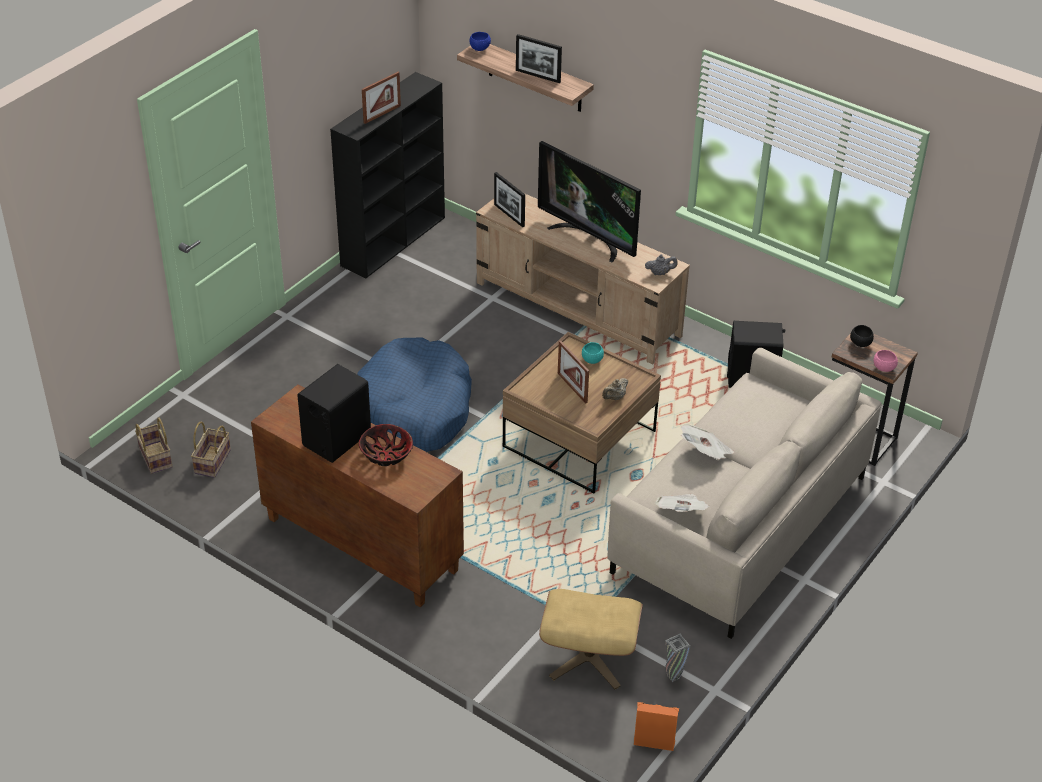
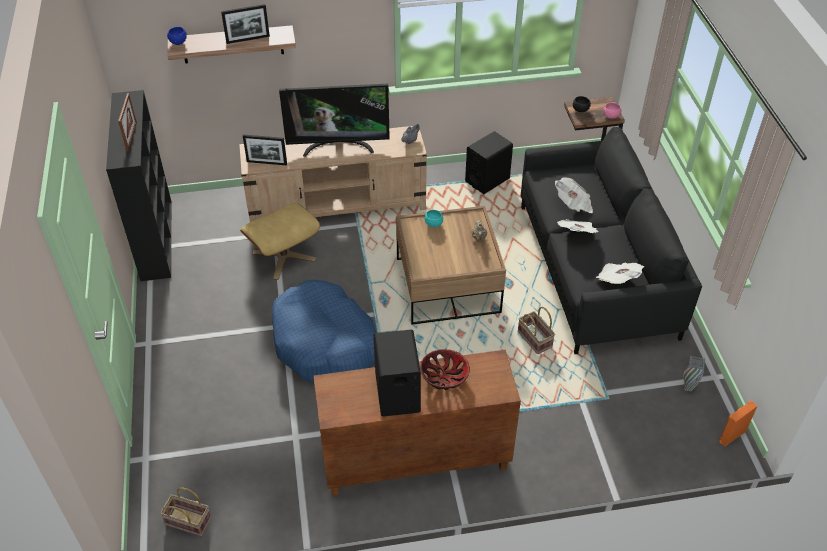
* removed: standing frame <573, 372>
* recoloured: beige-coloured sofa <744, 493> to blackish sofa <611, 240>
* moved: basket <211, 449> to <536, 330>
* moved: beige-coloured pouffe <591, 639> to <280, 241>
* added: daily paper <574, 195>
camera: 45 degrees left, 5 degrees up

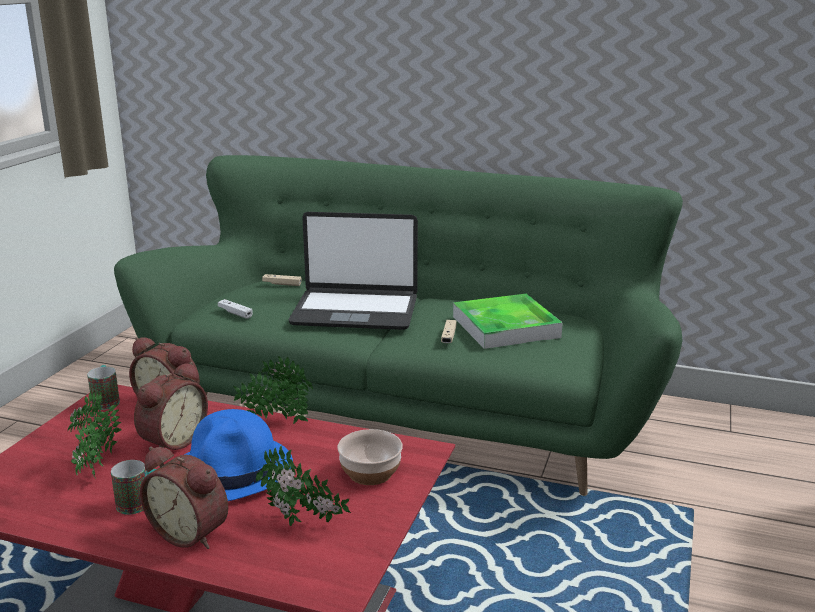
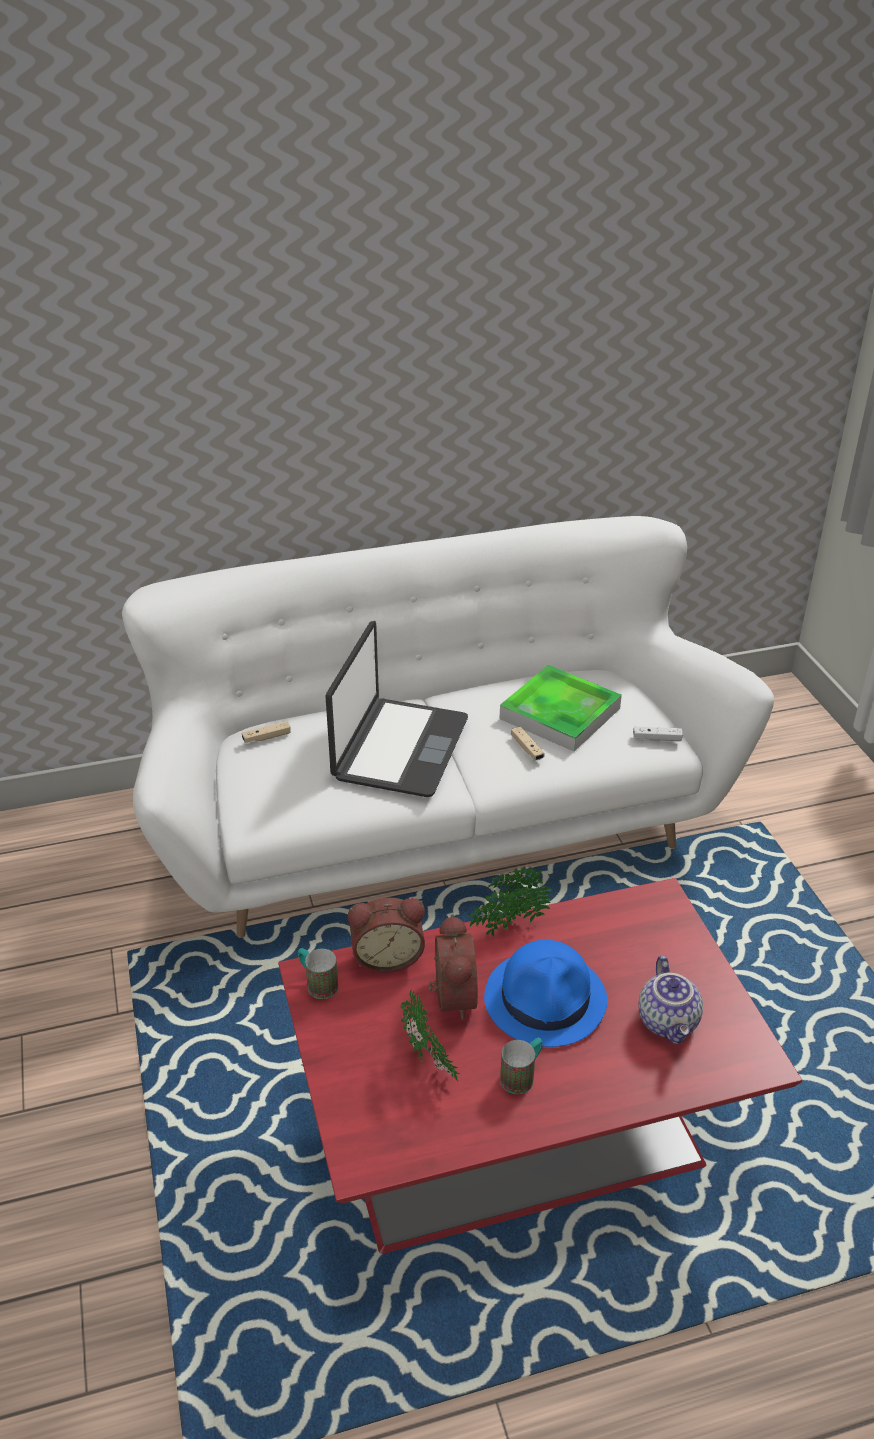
* recoloured: green sofa <398, 325> to white-coloured sofa <448, 727>
* turned: laptop <353, 271> = <396, 709> 45 degrees counterclockwise
* moved: white-coloured game controller <235, 309> to <658, 734>
* removed: deep dish <370, 457>
* replaced: houseplant <303, 485> to tea pot <670, 1000>
* removed: bedside clock <184, 498>
camera: 35 degrees left, 15 degrees up

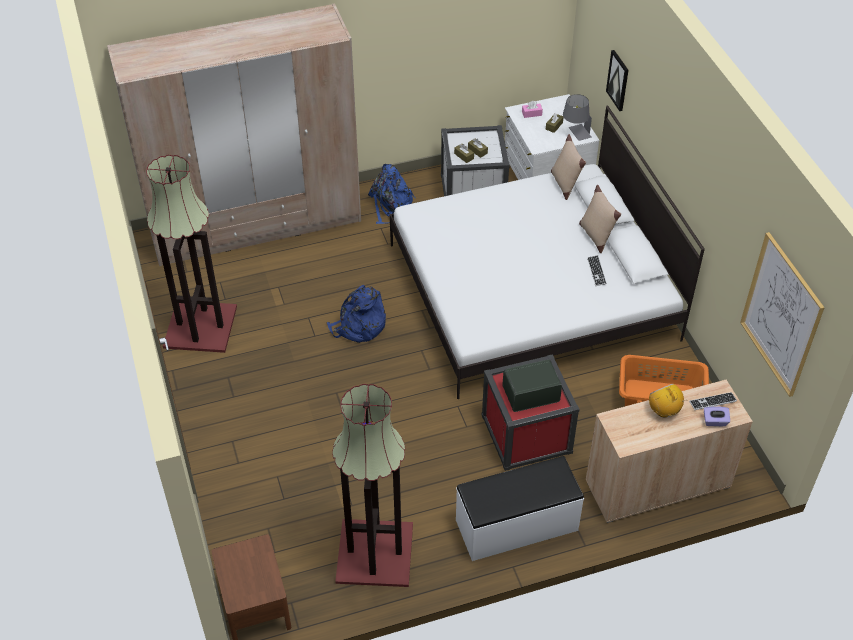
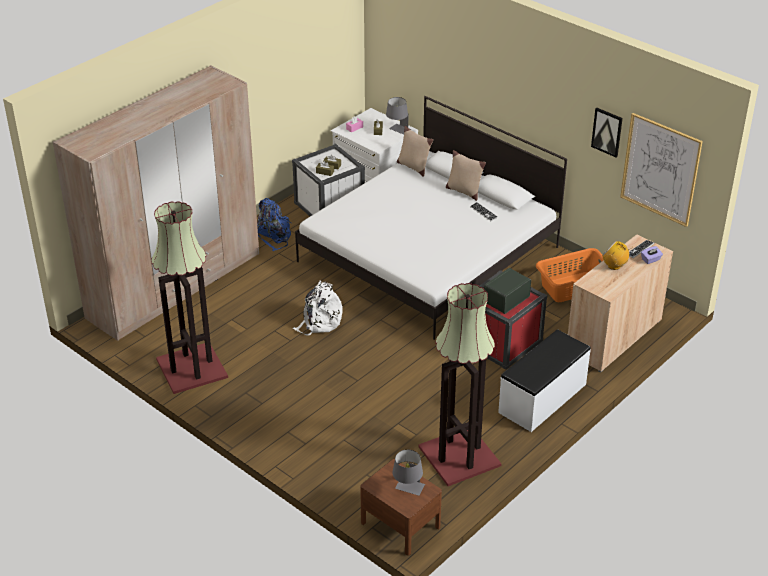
* moved: wall art <617, 80> to <607, 132>
* recoloured: bluish rucksack <356, 314> to white-coloured rucksack <318, 308>
* added: greyish table lamp <408, 473>
camera: 30 degrees left, 10 degrees down

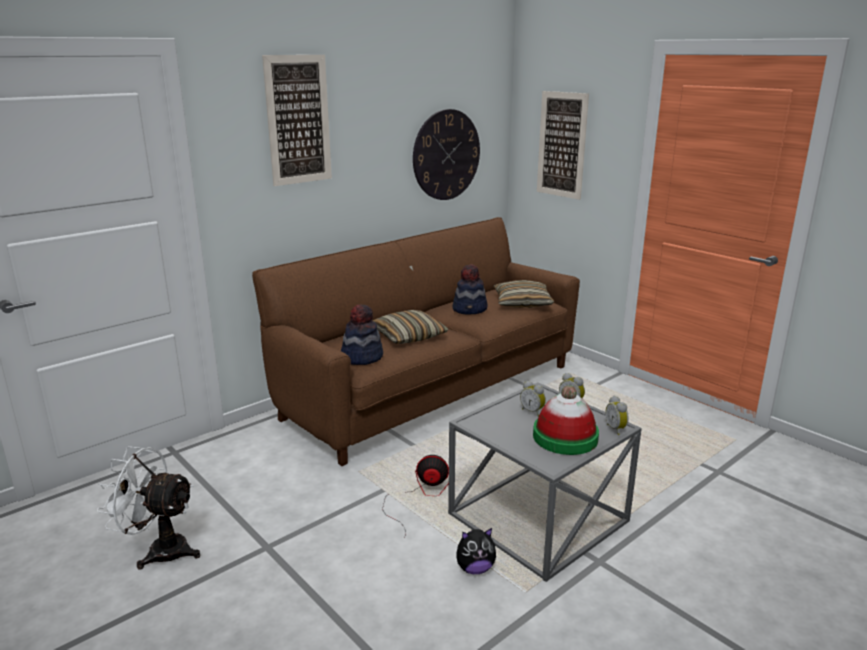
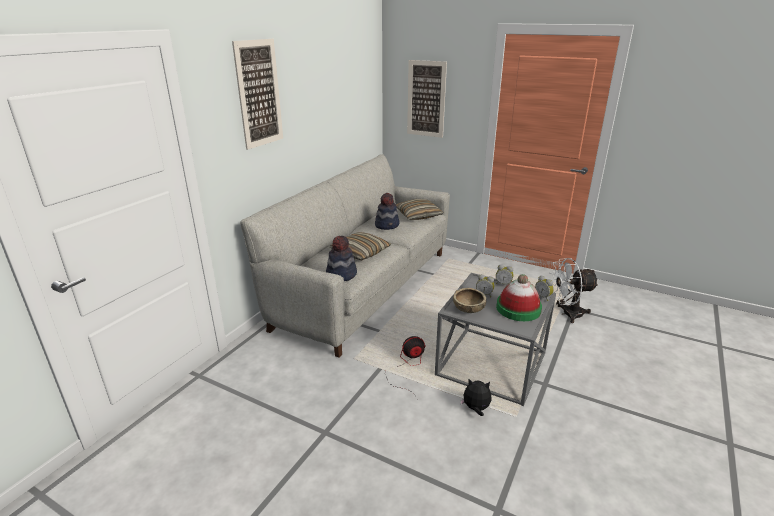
* removed: wall clock <446, 154>
* recoloured: brown-coloured sofa <416, 341> to greyish sofa <345, 255>
* moved: white-coloured cooling fan <148, 507> to <574, 290>
* turned: plush toy <476, 551> = <476, 397> 135 degrees counterclockwise
* added: brown-coloured deep dish <469, 300>
camera: 20 degrees left, 5 degrees up

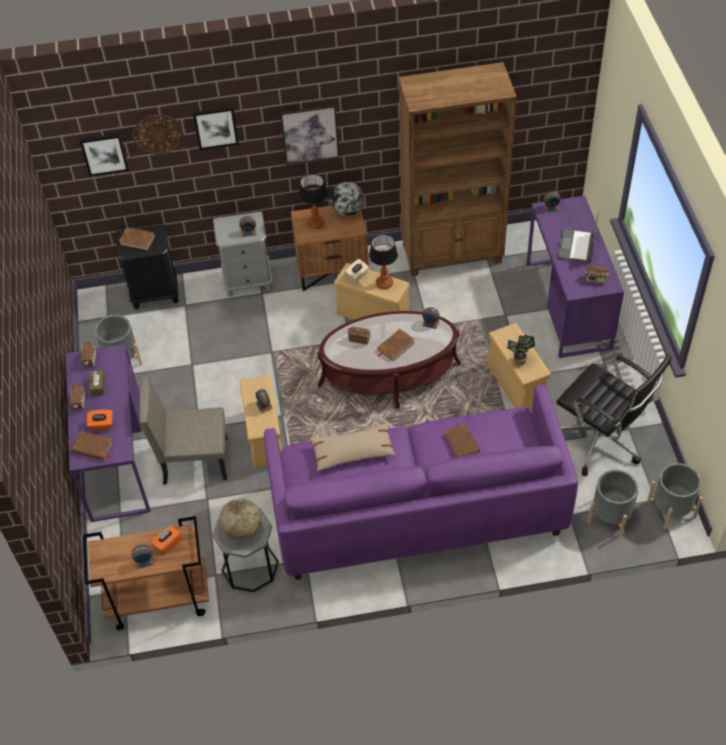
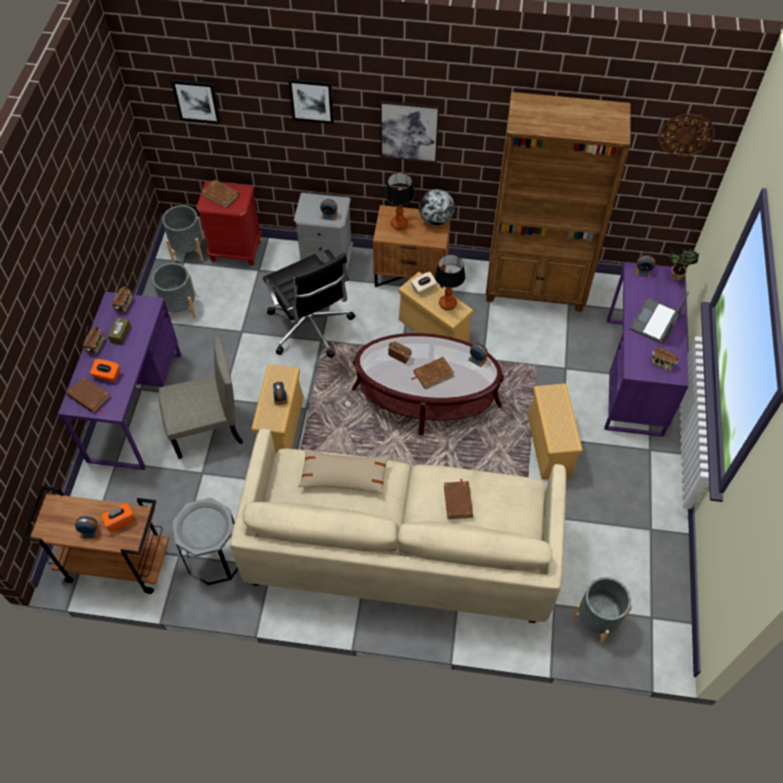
* moved: wall clock <158, 134> to <686, 135>
* recoloured: blackish nightstand <147, 266> to red nightstand <229, 223>
* moved: houseplant <520, 350> to <683, 265>
* moved: blackish office chair <613, 415> to <309, 304>
* turned: beige-coloured plain chair <183, 430> = <201, 397> 150 degrees clockwise
* recoloured: purplish sofa <421, 482> to beige-coloured sofa <398, 525>
* moved: greyish planter <674, 496> to <183, 233>
* removed: world globe <240, 519>
camera: 15 degrees right, 5 degrees up

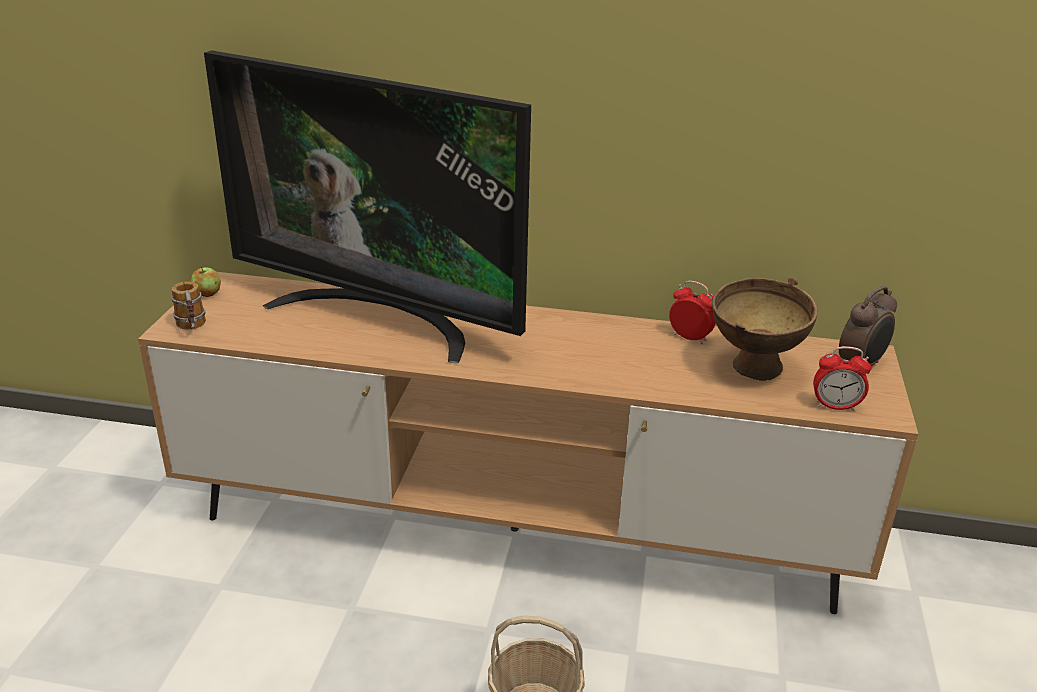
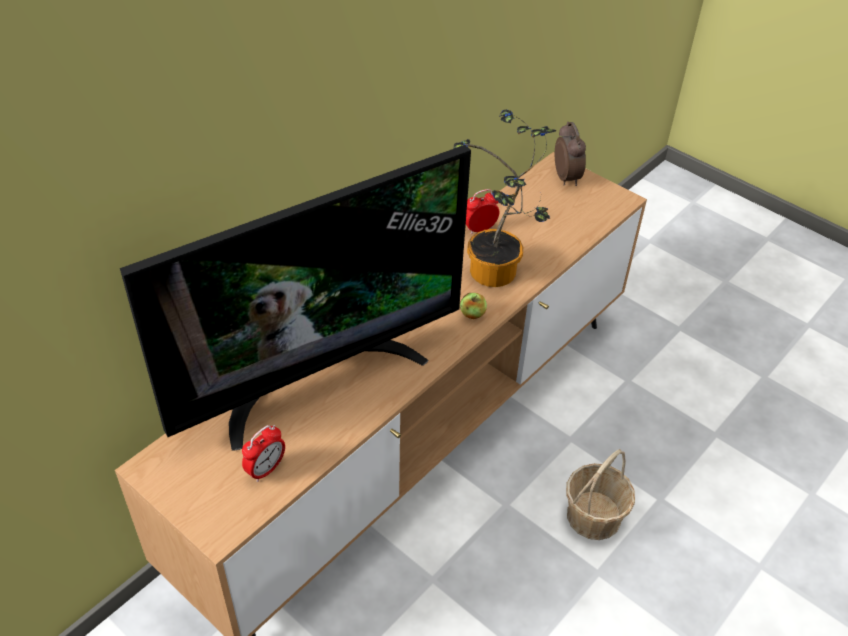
* moved: apple <206, 282> to <473, 306>
* removed: brown-coloured deep dish <765, 329>
* removed: mug <188, 306>
* moved: bedside clock <842, 378> to <263, 453>
* added: houseplant <504, 198>
camera: 60 degrees left, 15 degrees up

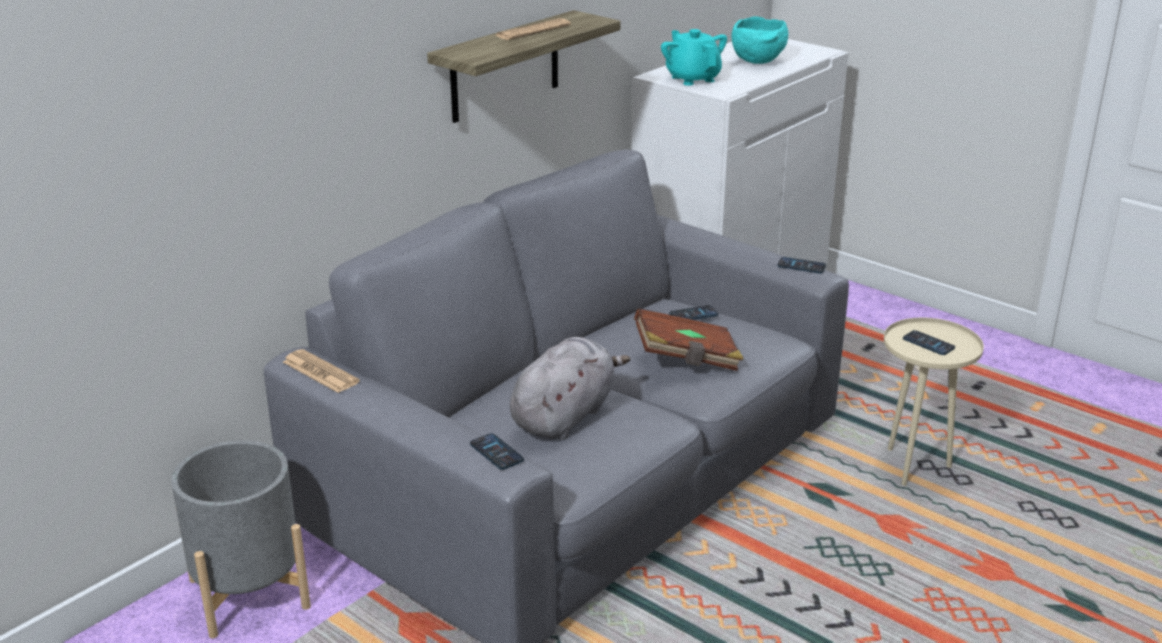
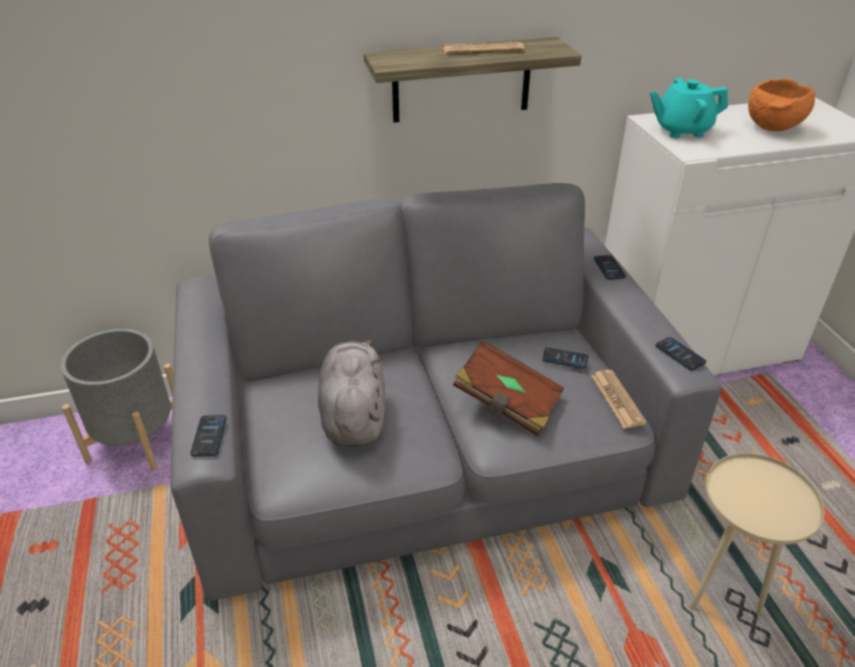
* recoloured: blue-green deep dish <759, 40> to orange-coloured deep dish <781, 105>
* turned: blue-green tea pot <694, 57> = <689, 108> 105 degrees counterclockwise
* moved: handset <929, 342> to <610, 267>
* turned: greyish plush toy <570, 388> = <351, 393> 75 degrees counterclockwise
* moved: daily paper <321, 371> to <619, 399>
camera: 35 degrees right, 10 degrees up

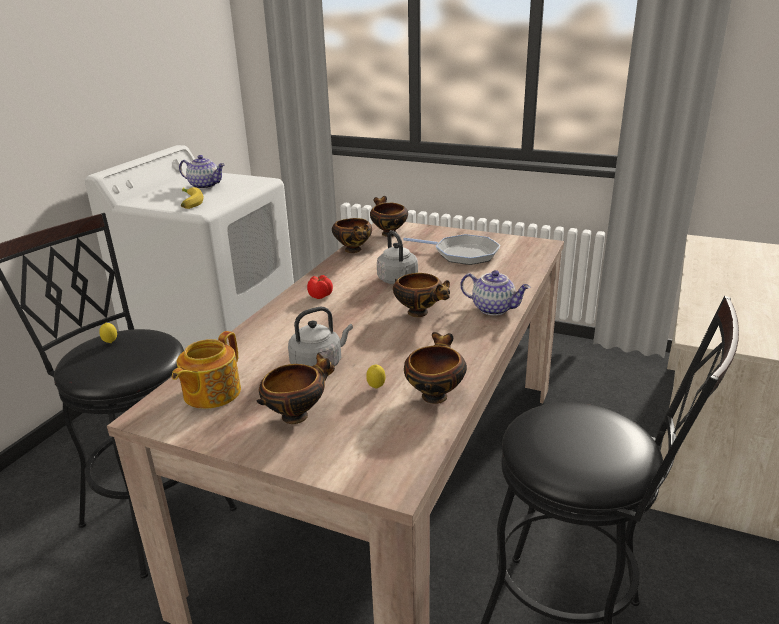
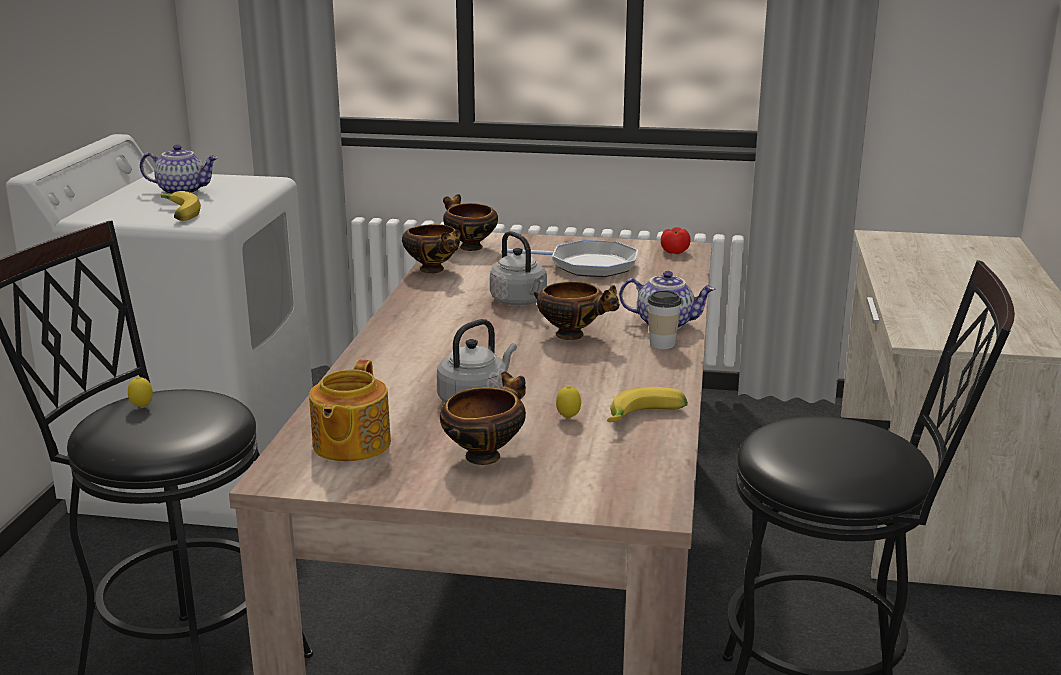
* moved: whole tomato <320, 287> to <676, 240>
* replaced: deep dish <435, 368> to banana <647, 404>
* added: small cup <664, 319>
camera: 15 degrees left, 5 degrees down

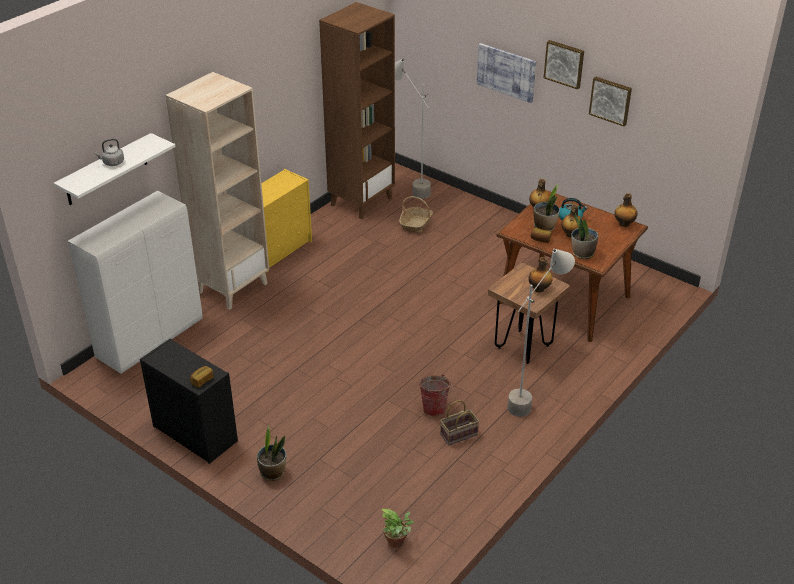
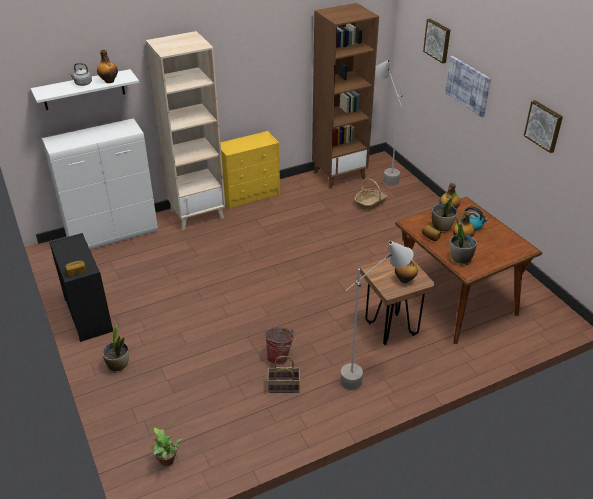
* moved: wall art <564, 65> to <436, 41>
* moved: beverage bottle <625, 210> to <107, 66>
camera: 25 degrees right, 0 degrees up

